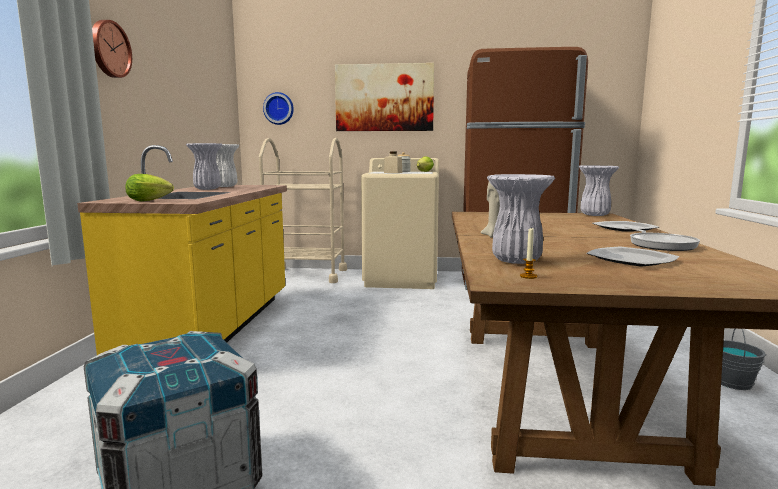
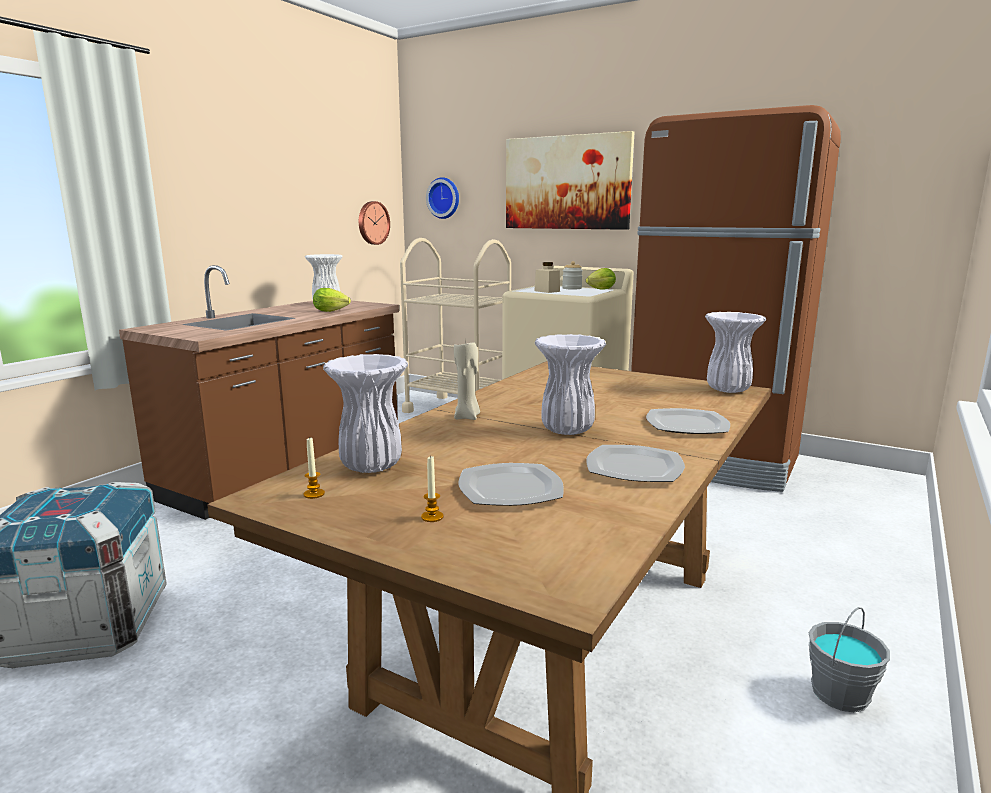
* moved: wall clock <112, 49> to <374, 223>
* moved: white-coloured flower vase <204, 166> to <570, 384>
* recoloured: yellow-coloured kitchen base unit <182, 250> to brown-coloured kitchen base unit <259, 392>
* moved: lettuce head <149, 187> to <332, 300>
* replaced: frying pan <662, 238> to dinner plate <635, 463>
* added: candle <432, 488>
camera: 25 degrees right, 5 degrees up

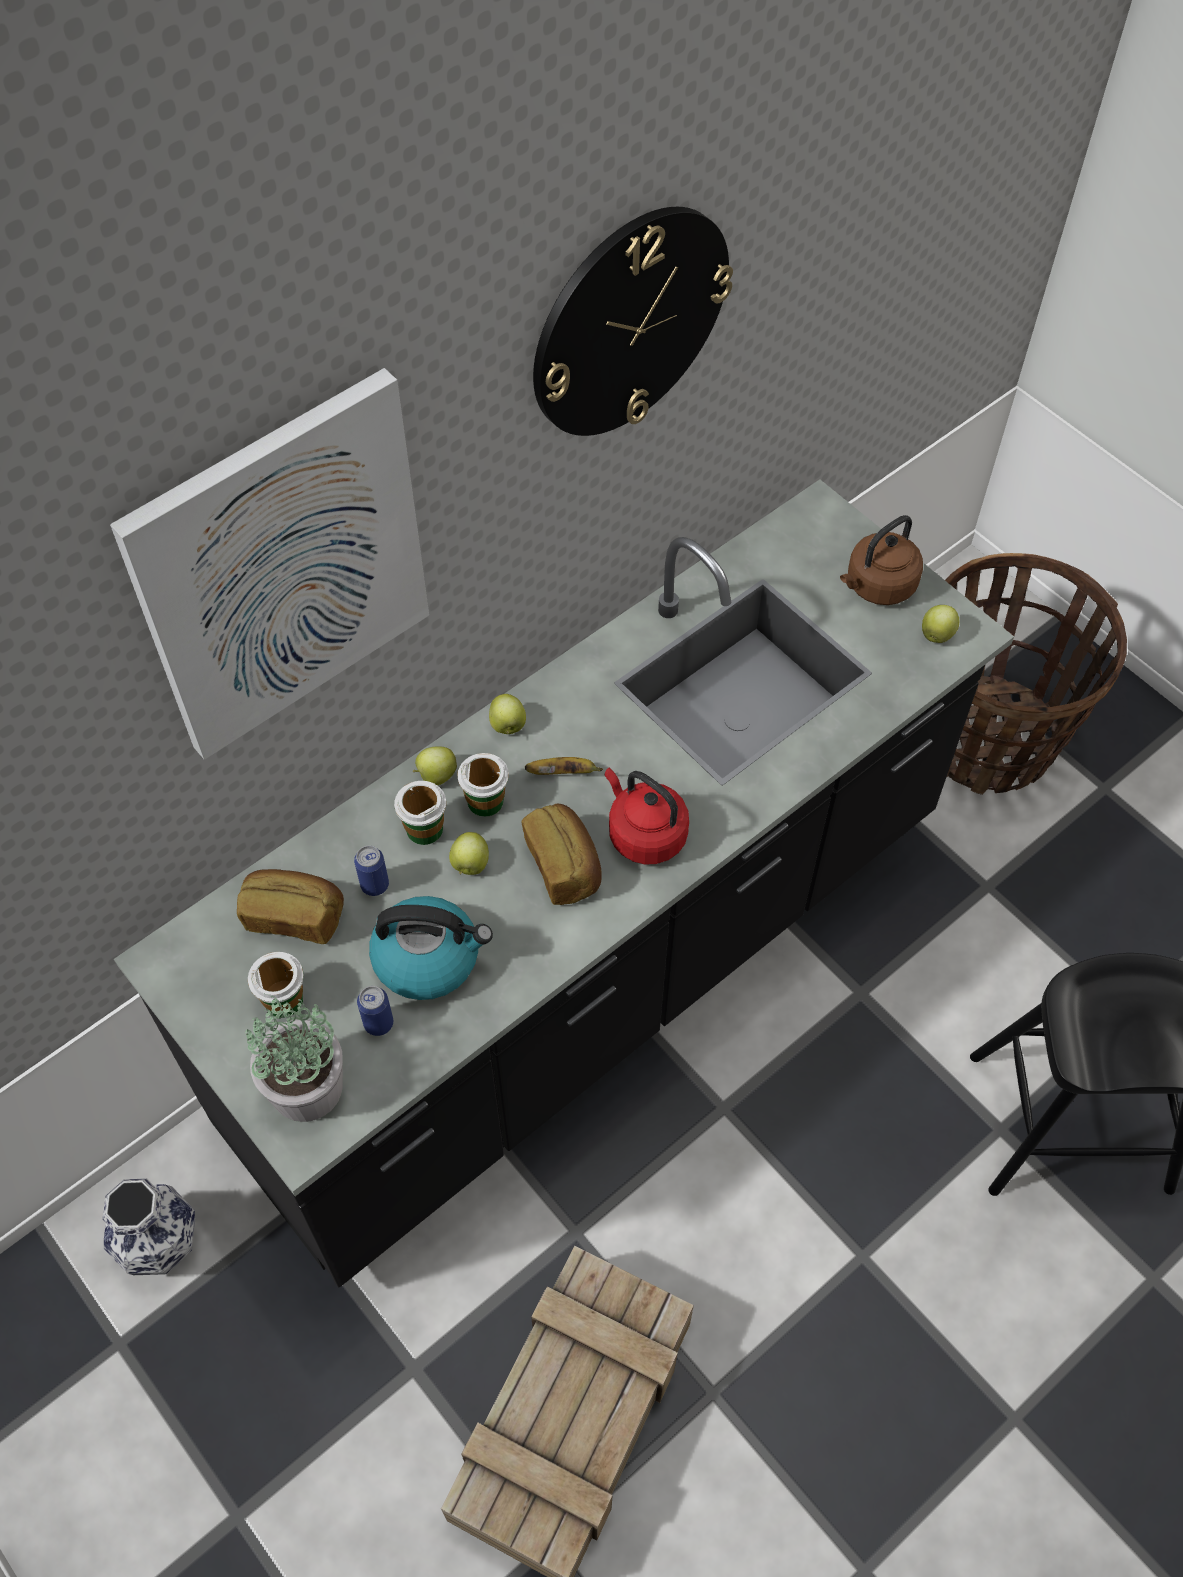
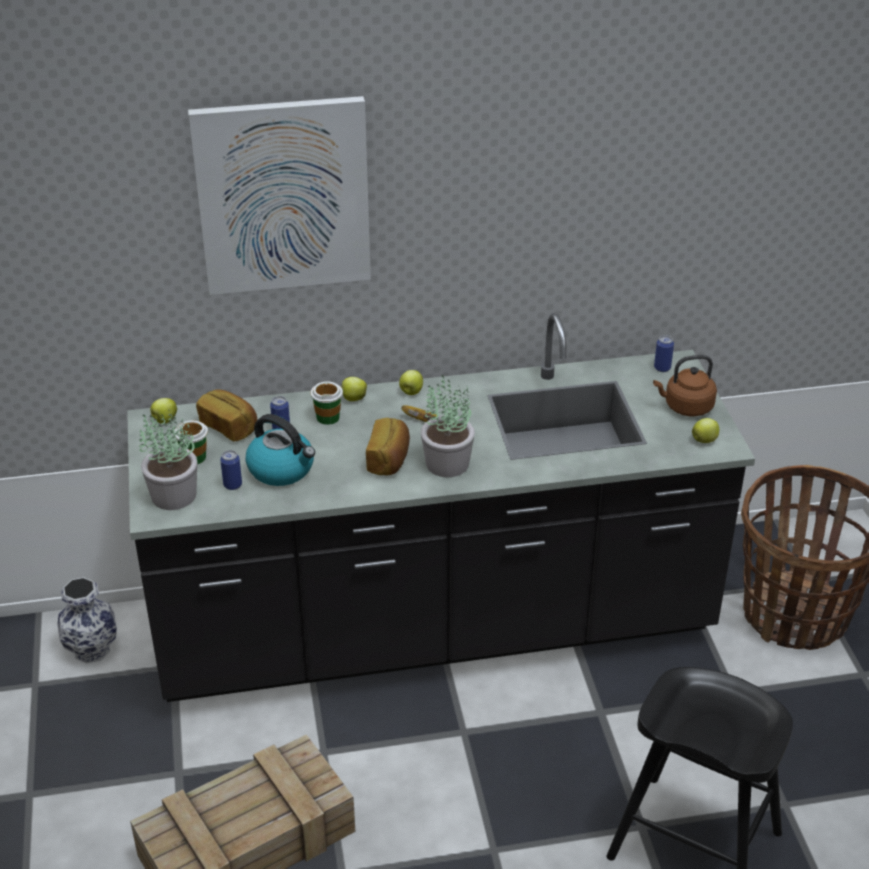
* removed: wall clock <633, 321>
* removed: small cup <483, 785>
* replaced: red kettle <647, 816> to houseplant <448, 426>
* moved: apple <469, 853> to <163, 411>
* added: metal can <664, 353>
camera: 30 degrees right, 20 degrees down

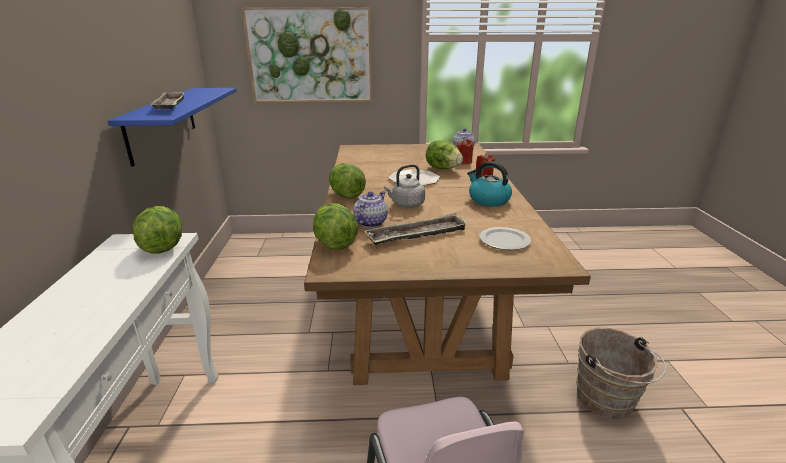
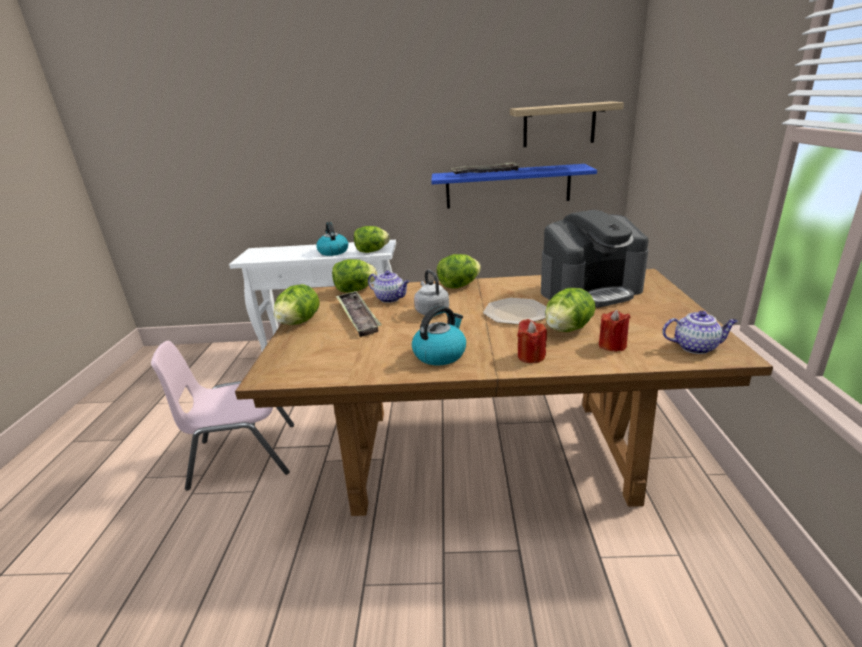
* removed: wall art <307, 54>
* removed: dinner plate <505, 238>
* removed: brown-coloured pail <622, 373>
* added: wall shelf <567, 124>
* added: coffee machine <595, 259>
* added: kettle <332, 239>
* added: lettuce head <296, 304>
camera: 95 degrees right, 0 degrees up

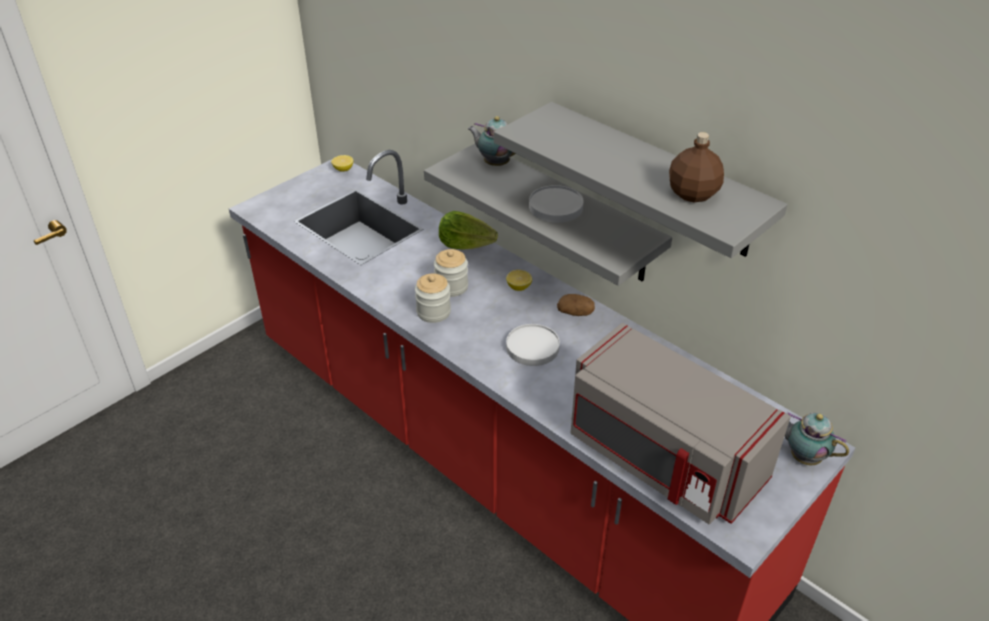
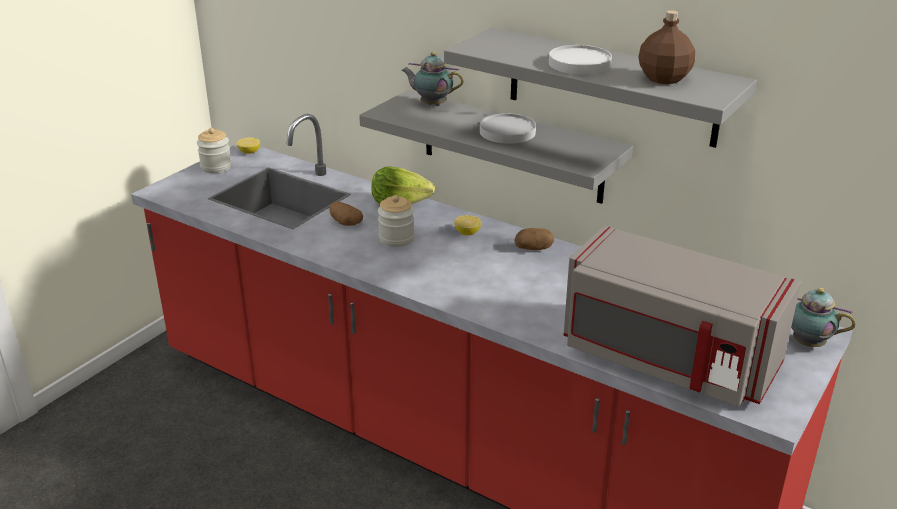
* moved: jar <433, 298> to <214, 150>
* moved: white-coloured dinner plate <533, 345> to <580, 60>
* added: spud <346, 214>
camera: 10 degrees left, 10 degrees down

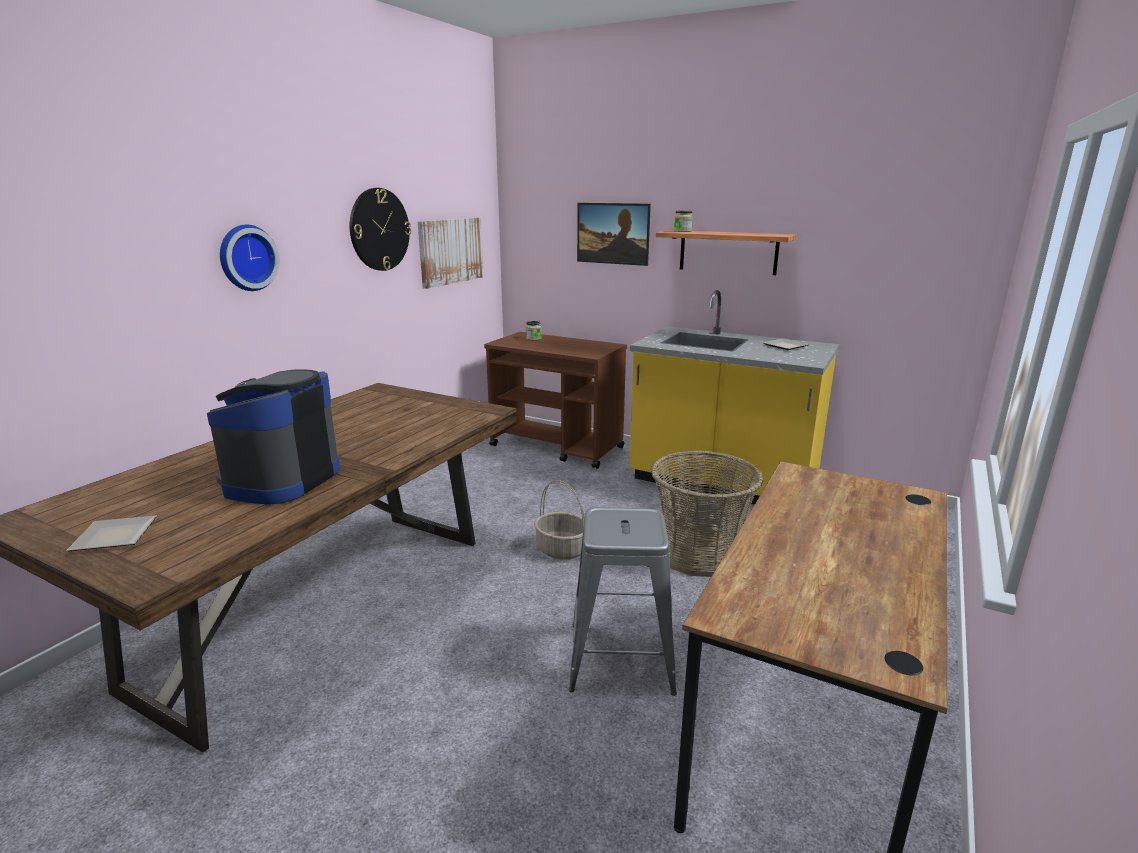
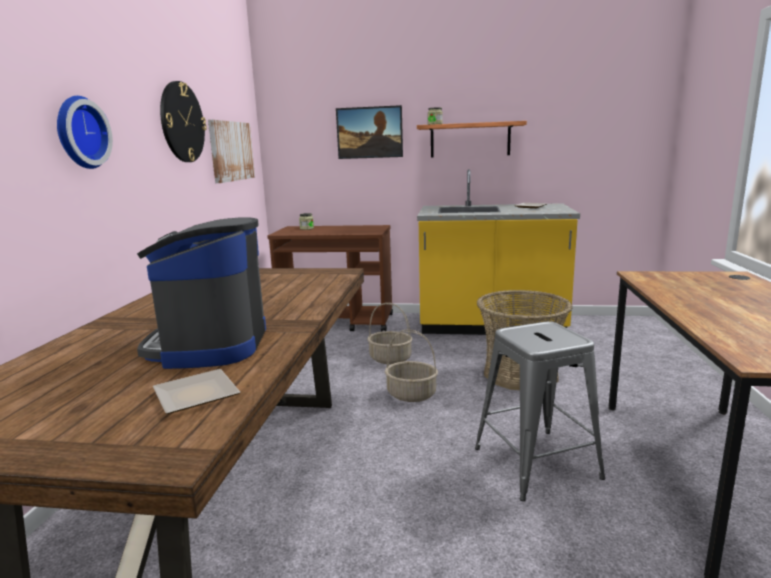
* moved: dinner plate <111, 533> to <196, 391>
* added: basket <389, 333>
camera: 20 degrees left, 5 degrees down

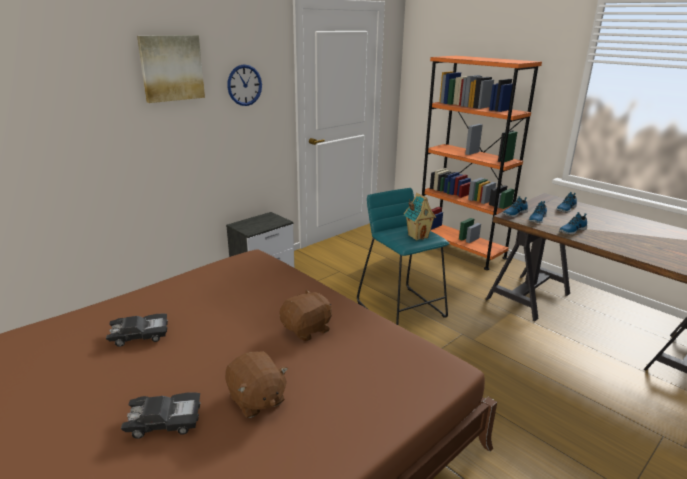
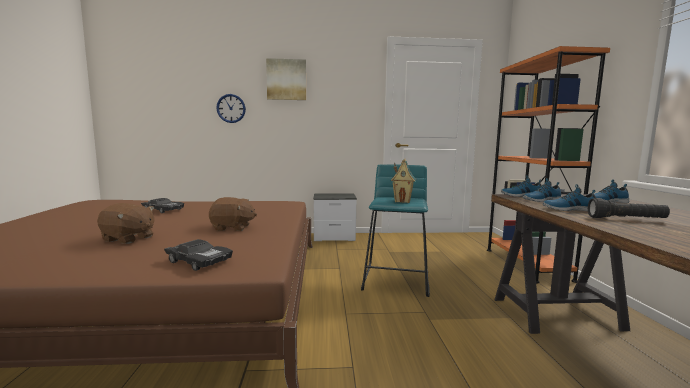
* moved: wall clock <244, 85> to <231, 108>
* turned: brown-coloured plush toy <256, 384> = <125, 223> 75 degrees counterclockwise
* moved: blackish toy car <160, 415> to <198, 255>
* added: blackish torch <629, 208>
camera: 40 degrees right, 15 degrees down

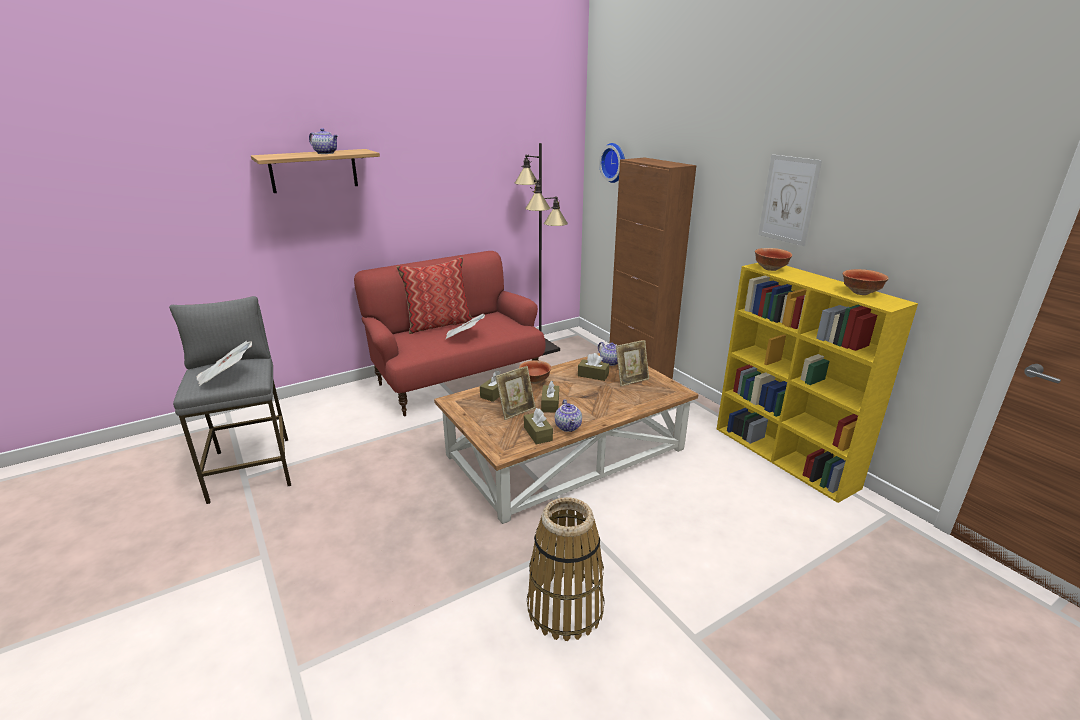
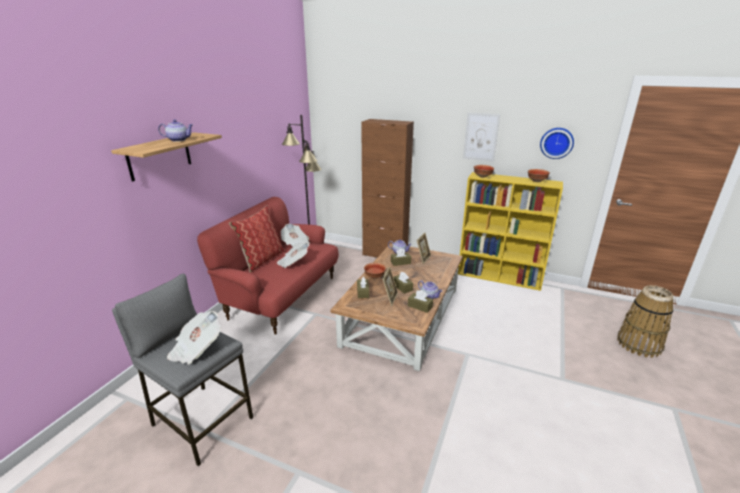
* moved: wall clock <612, 163> to <557, 143>
* moved: basket <566, 569> to <645, 321>
* added: daily paper <295, 235>
camera: 35 degrees left, 0 degrees up

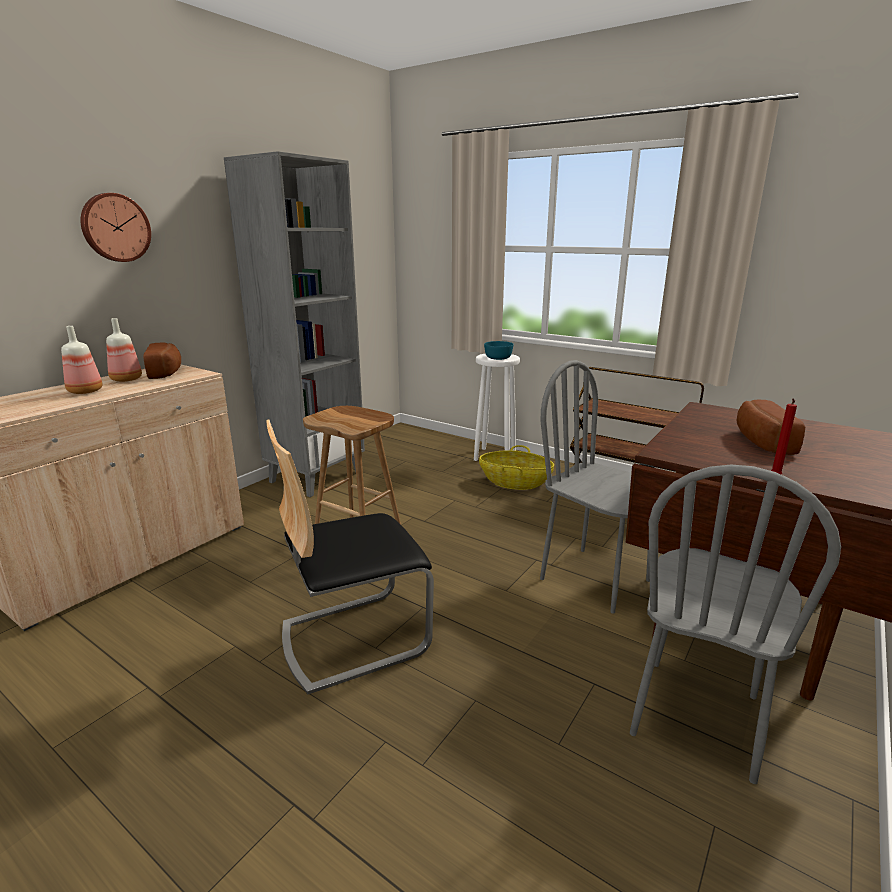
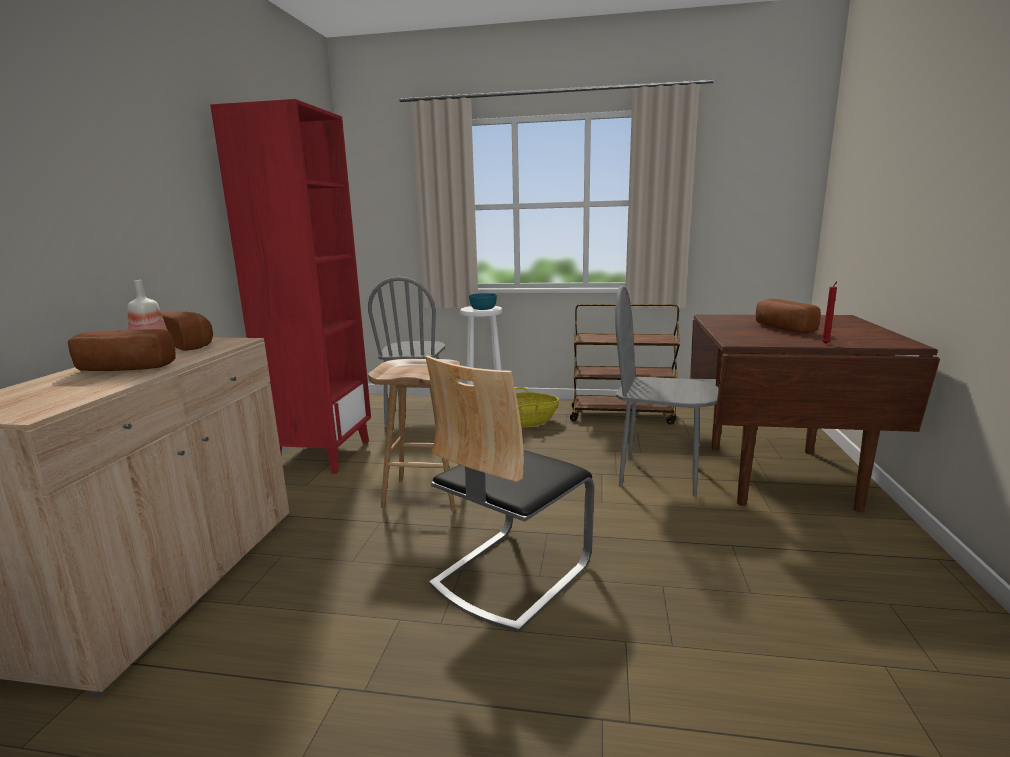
* recoloured: greyish shelving unit <294, 324> to red shelving unit <290, 286>
* removed: wall clock <116, 227>
* replaced: beverage bottle <81, 360> to bread <122, 350>
* moved: greyish plain chair <735, 624> to <406, 351>
camera: 25 degrees left, 5 degrees down

